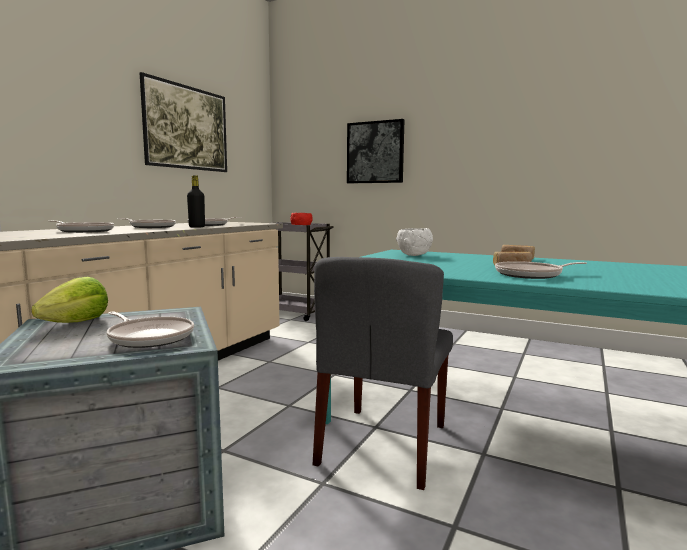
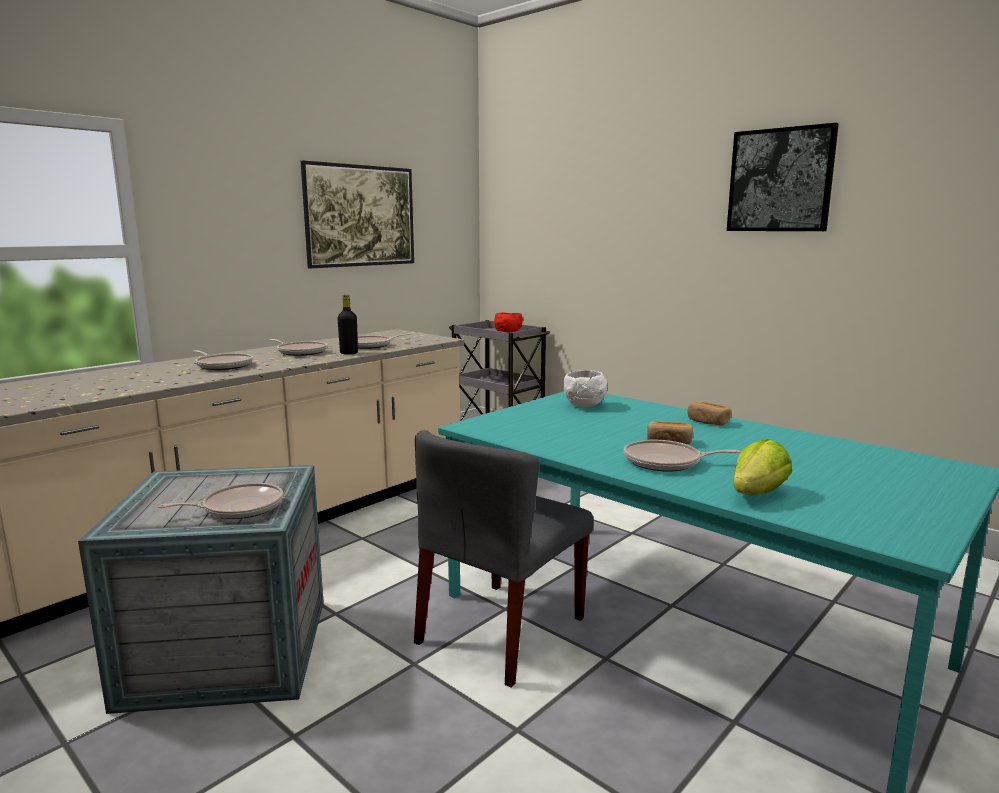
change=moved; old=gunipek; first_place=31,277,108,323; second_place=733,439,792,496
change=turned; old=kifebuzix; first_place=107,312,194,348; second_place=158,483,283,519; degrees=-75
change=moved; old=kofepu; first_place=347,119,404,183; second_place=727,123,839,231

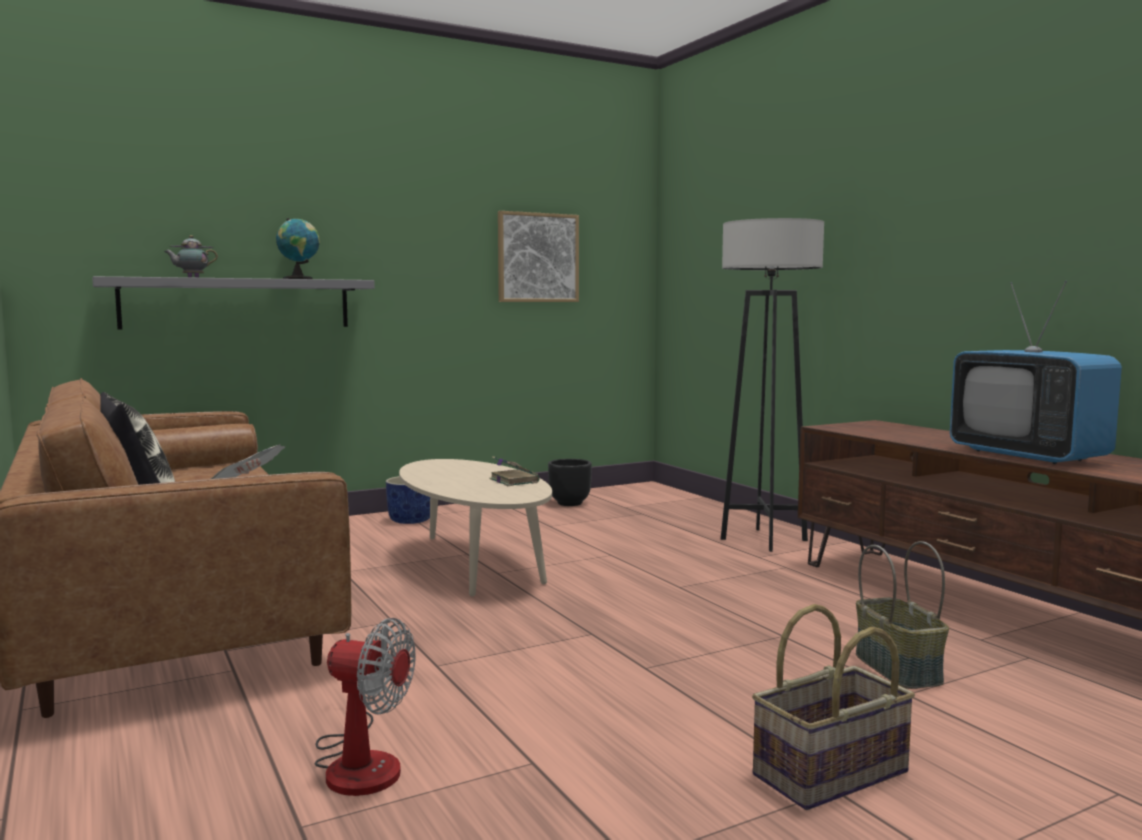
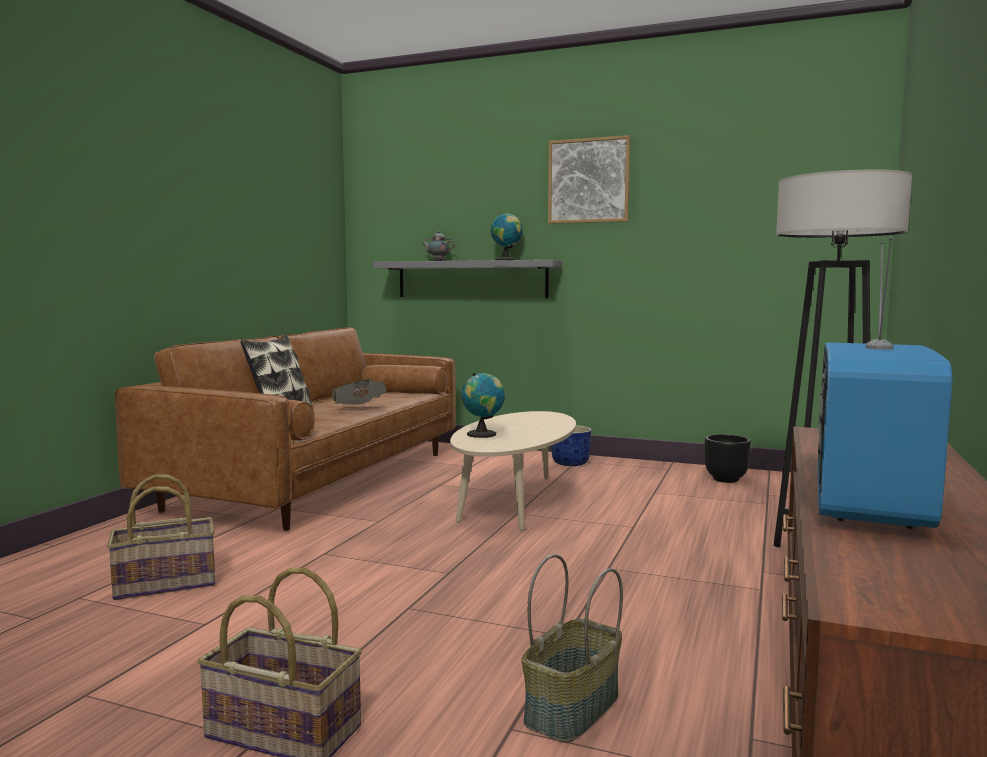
change=replaced; old=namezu; new=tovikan; first_place=315,618,415,796; second_place=107,474,215,600
change=removed; old=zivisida; first_place=489,456,540,486
change=moved; old=kofepu; first_place=498,211,579,302; second_place=548,135,631,224
change=added; new=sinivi; second_place=462,373,505,438

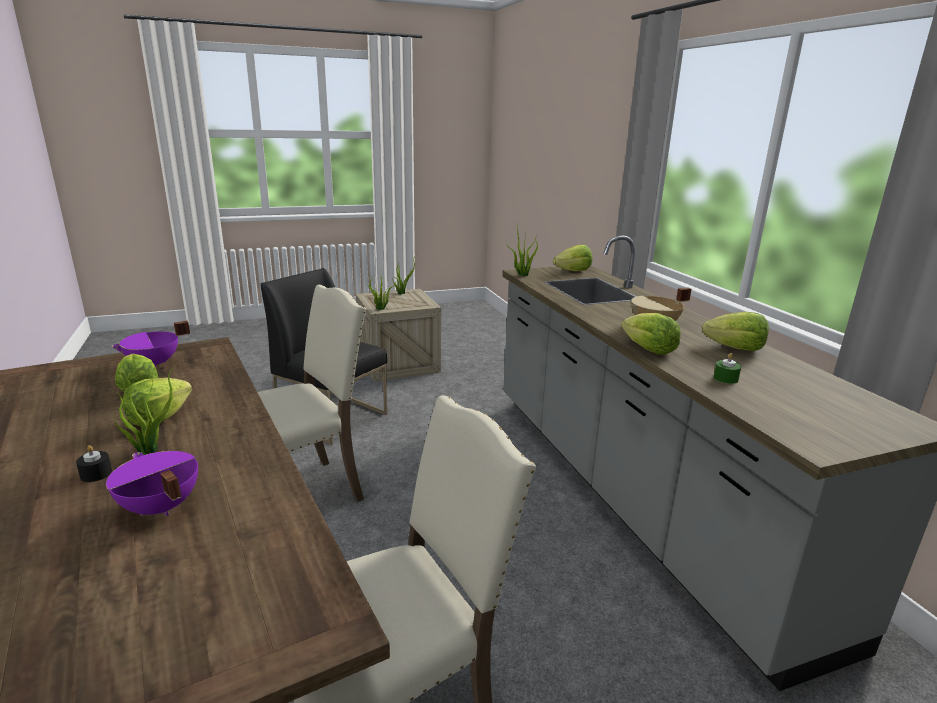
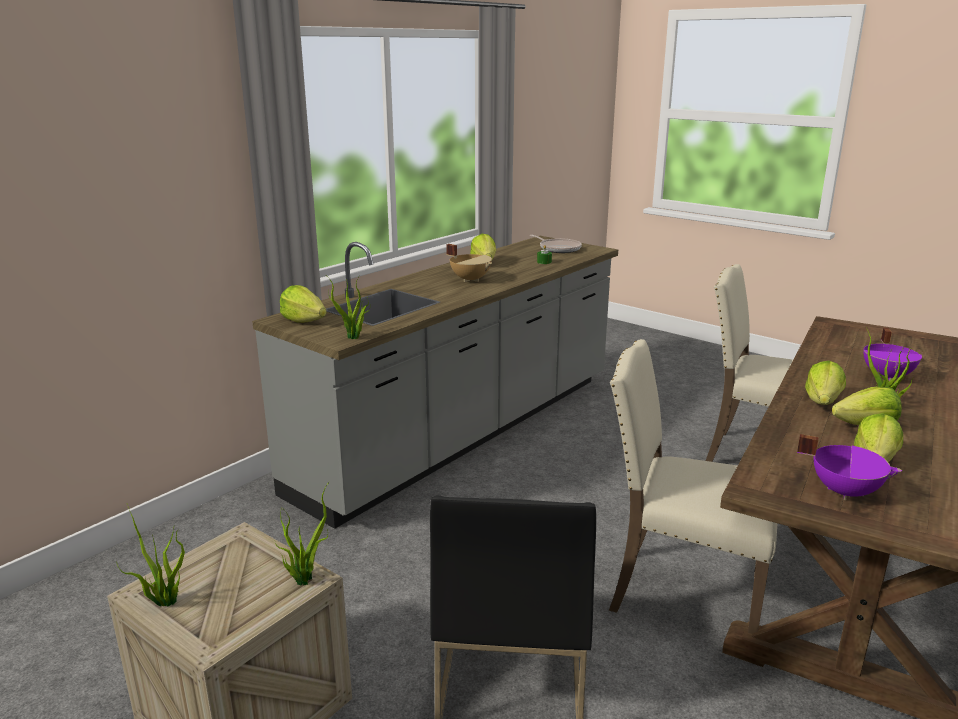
change=removed; old=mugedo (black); first_place=76,445,112,482
change=moved; old=gunipek; first_place=621,313,681,355; second_place=805,360,846,405
change=added; new=kifebuzix; second_place=530,235,582,253

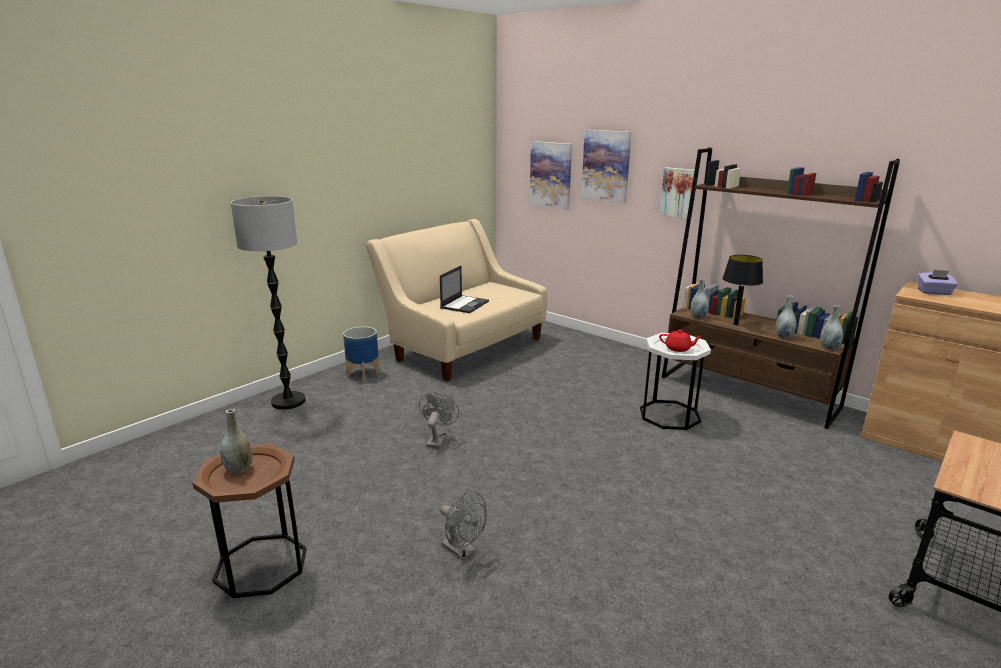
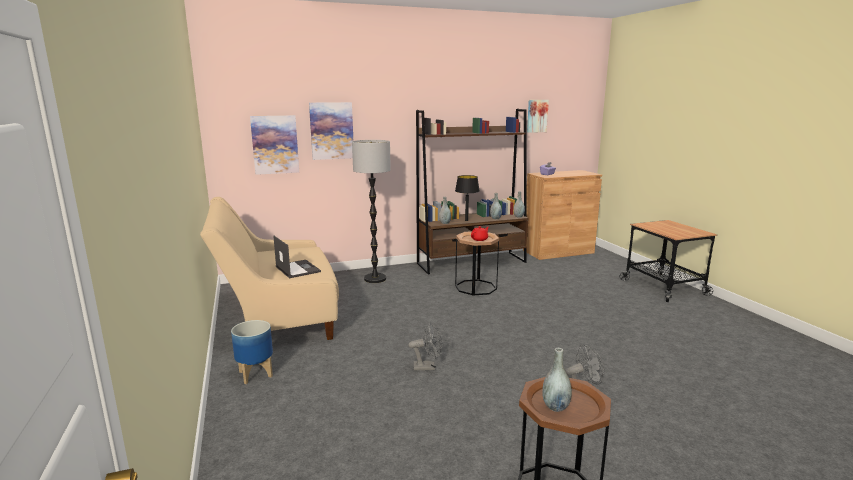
change=moved; old=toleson; first_place=231,196,305,410; second_place=352,140,391,283
change=turned; old=namezu (grey); first_place=419,392,459,449; second_place=408,322,442,370; degrees=135
change=recoloured; old=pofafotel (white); new=pofafotel (brown); first_place=640,333,711,430; second_place=455,231,499,296
change=moved; old=kofepu; first_place=659,167,695,219; second_place=527,100,549,133

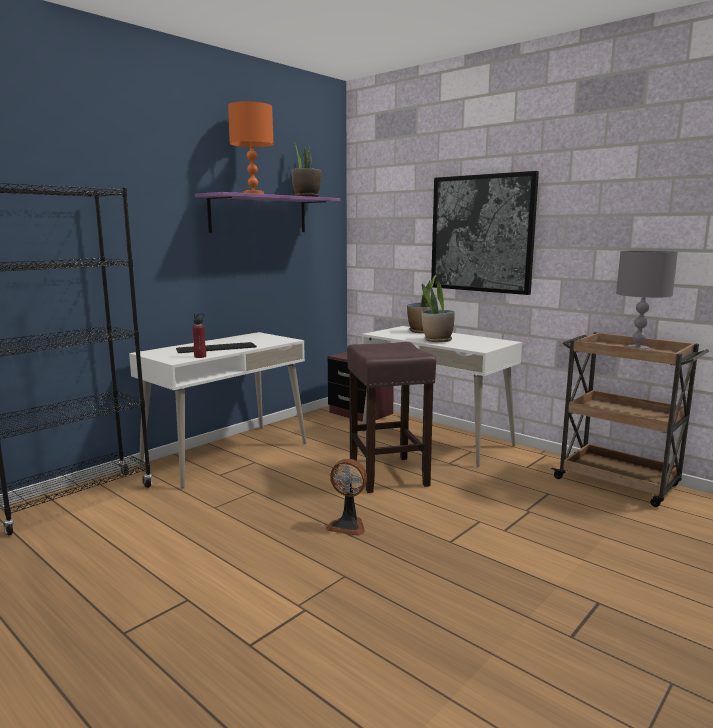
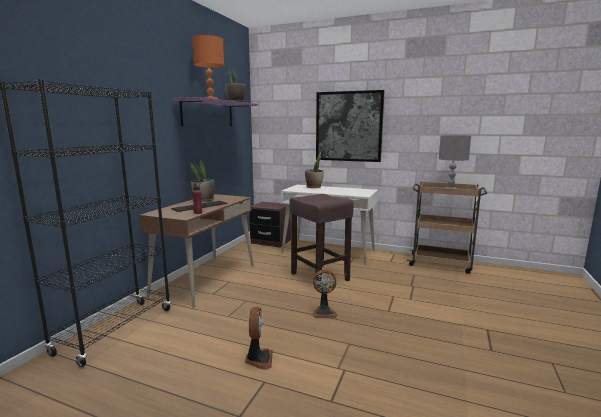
change=recoloured; old=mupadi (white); new=mupadi (brown); first_place=129,332,306,489; second_place=139,194,254,307
change=moved; old=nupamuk; first_place=421,281,455,342; second_place=189,159,215,202
change=added; new=namezu; second_place=245,307,273,370

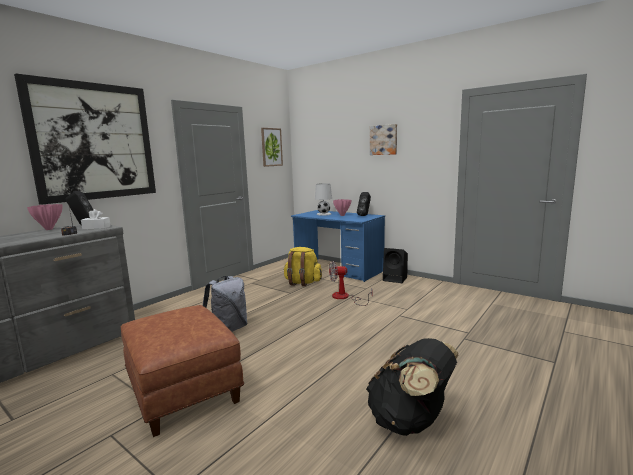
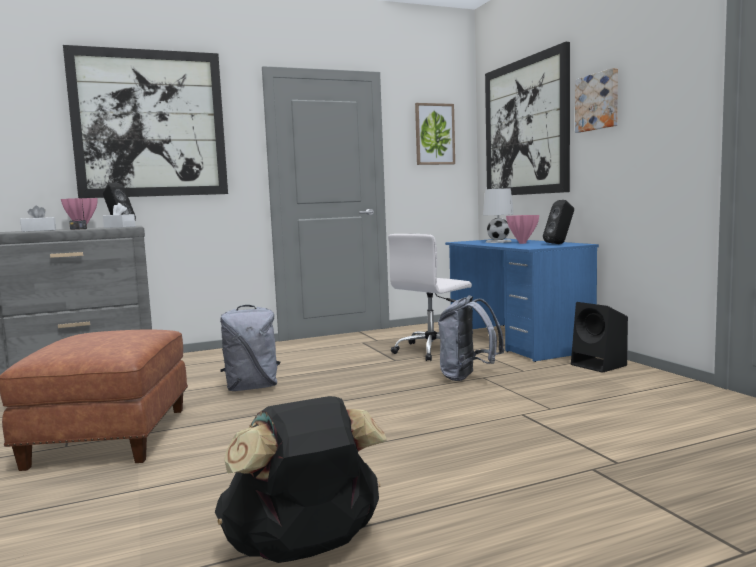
change=replaced; old=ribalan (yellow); new=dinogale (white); first_place=284,247,322,286; second_place=388,234,472,361
change=replaced; old=namezu; new=ribalan (grey); first_place=329,261,372,306; second_place=438,295,504,381
change=added; new=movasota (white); second_place=20,206,56,232
change=added; new=kofepu; second_place=485,42,570,195

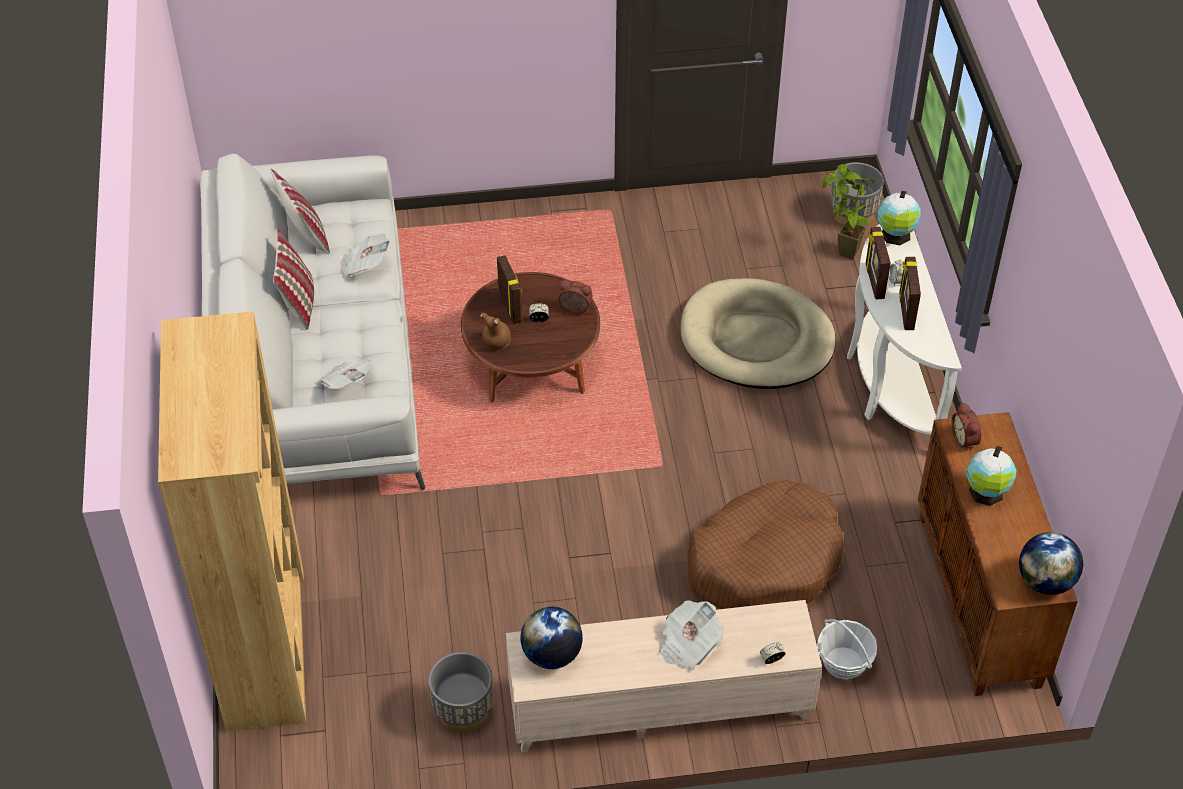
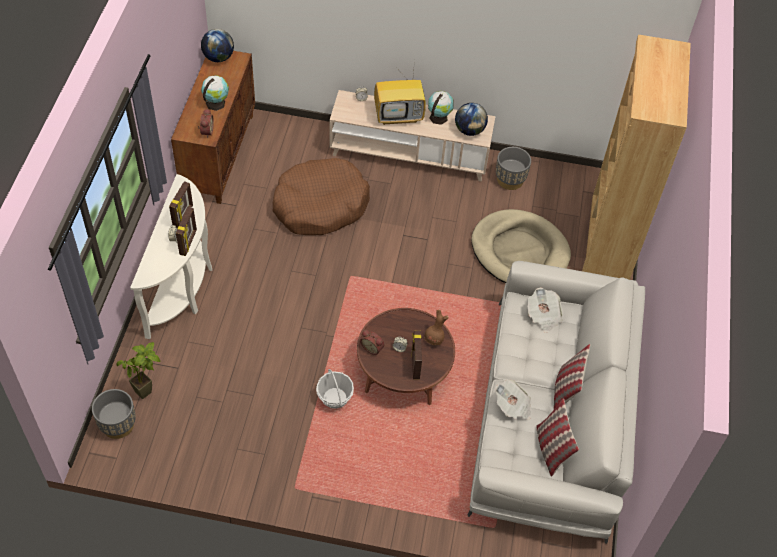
change=replaced; old=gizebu; new=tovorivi; first_place=658,600,724,670; second_place=374,61,426,125
change=moved; old=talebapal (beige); first_place=681,278,836,389; second_place=471,209,571,283
change=moved; old=tovikan; first_place=817,619,877,680; second_place=316,369,354,409
change=moved; old=sinivi; first_place=877,191,921,245; second_place=428,91,454,125

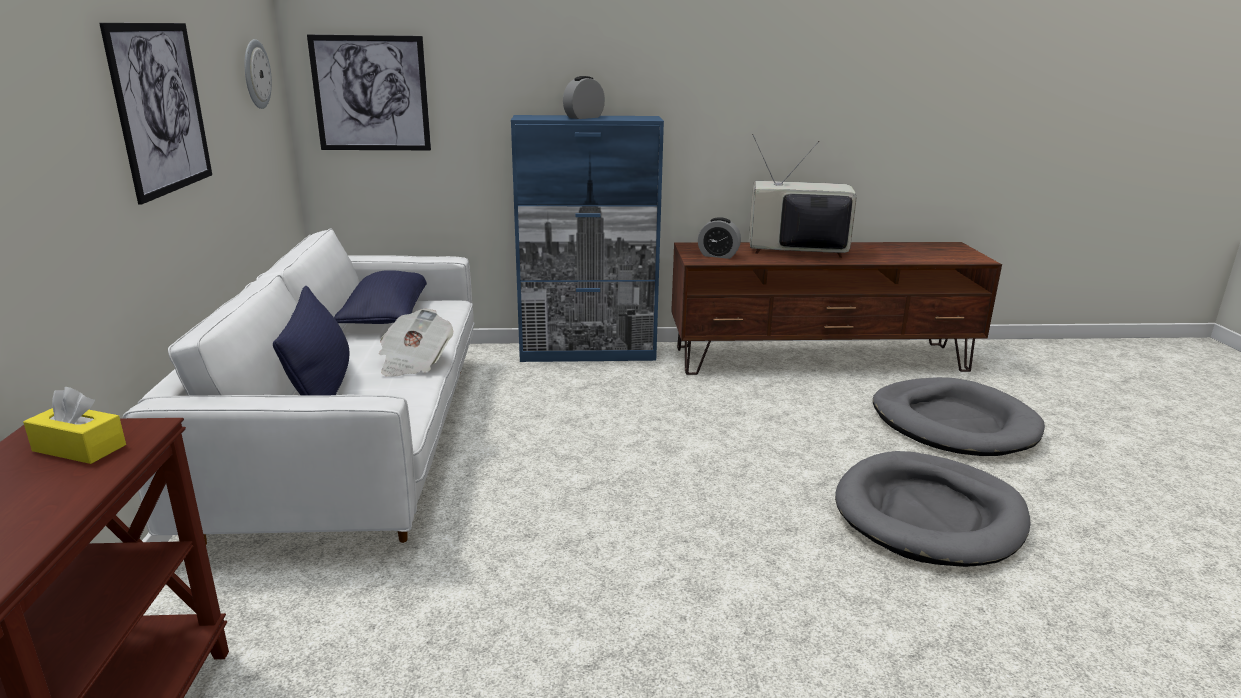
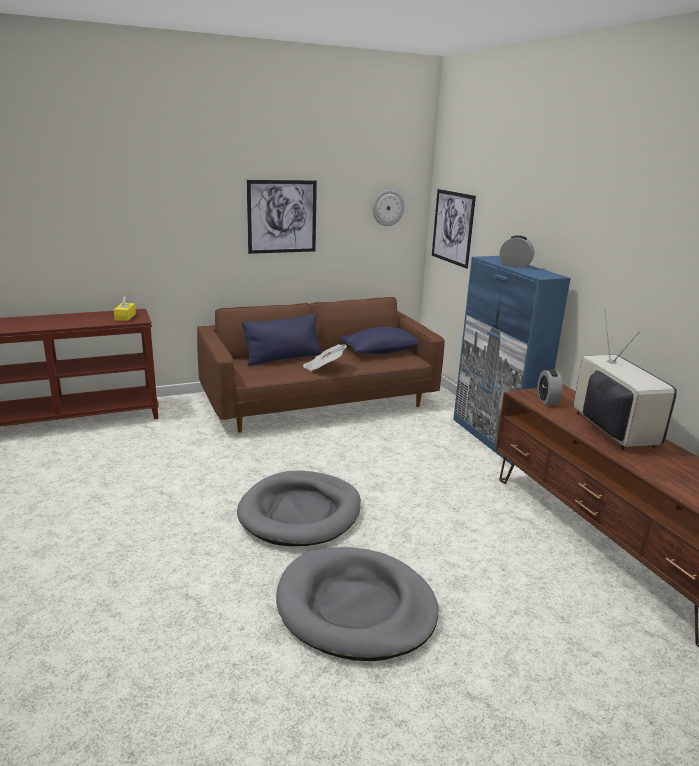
change=recoloured; old=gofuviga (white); new=gofuviga (brown); first_place=123,228,475,545; second_place=197,297,445,433
change=moved; old=talebapal (grey); first_place=873,377,1045,456; second_place=237,470,361,546

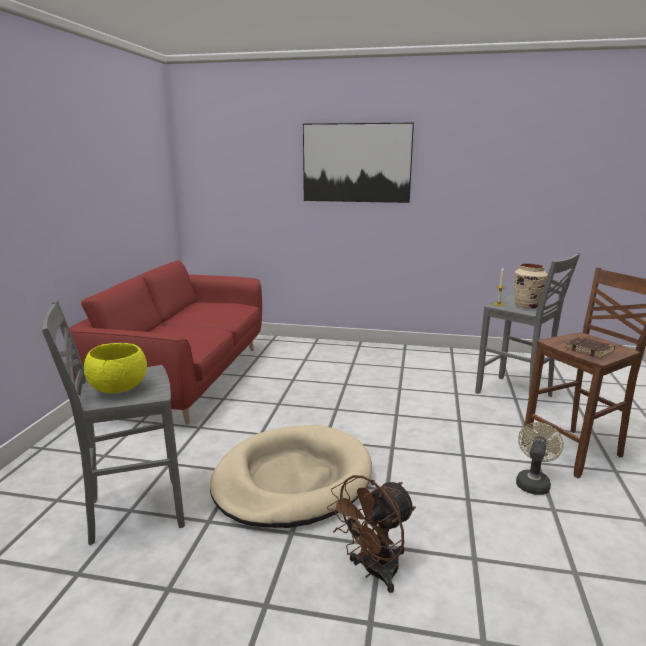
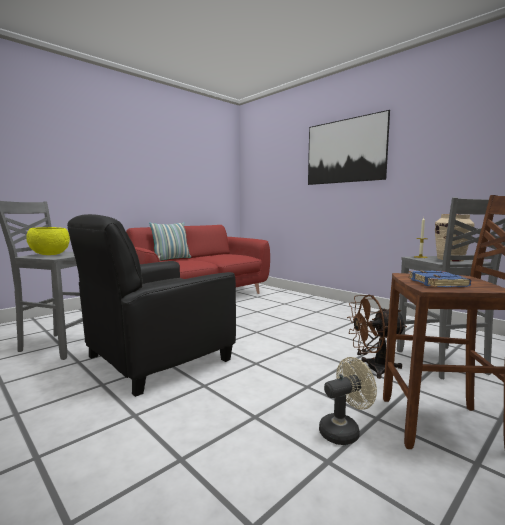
change=replaced; old=talebapal (beige); new=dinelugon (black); first_place=210,425,372,528; second_place=67,214,236,397
change=moved; old=namezu (brown); first_place=327,475,416,593; second_place=347,295,407,379
change=recoloured; old=zivisida (brown); new=zivisida (blue); first_place=565,337,615,358; second_place=408,270,471,287
change=added; new=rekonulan; second_place=149,223,191,261

